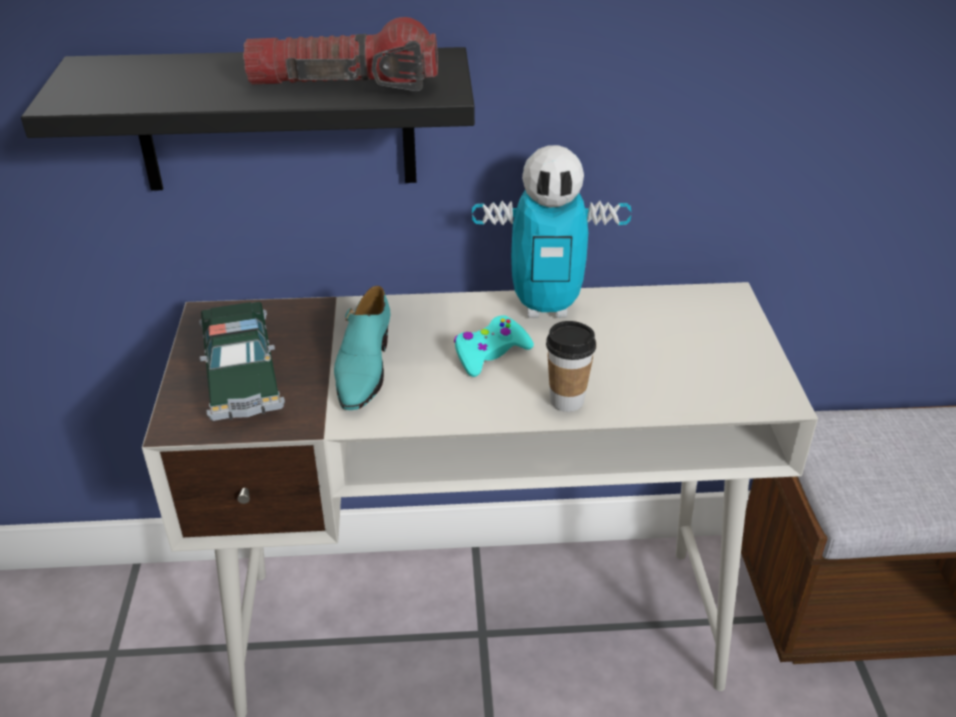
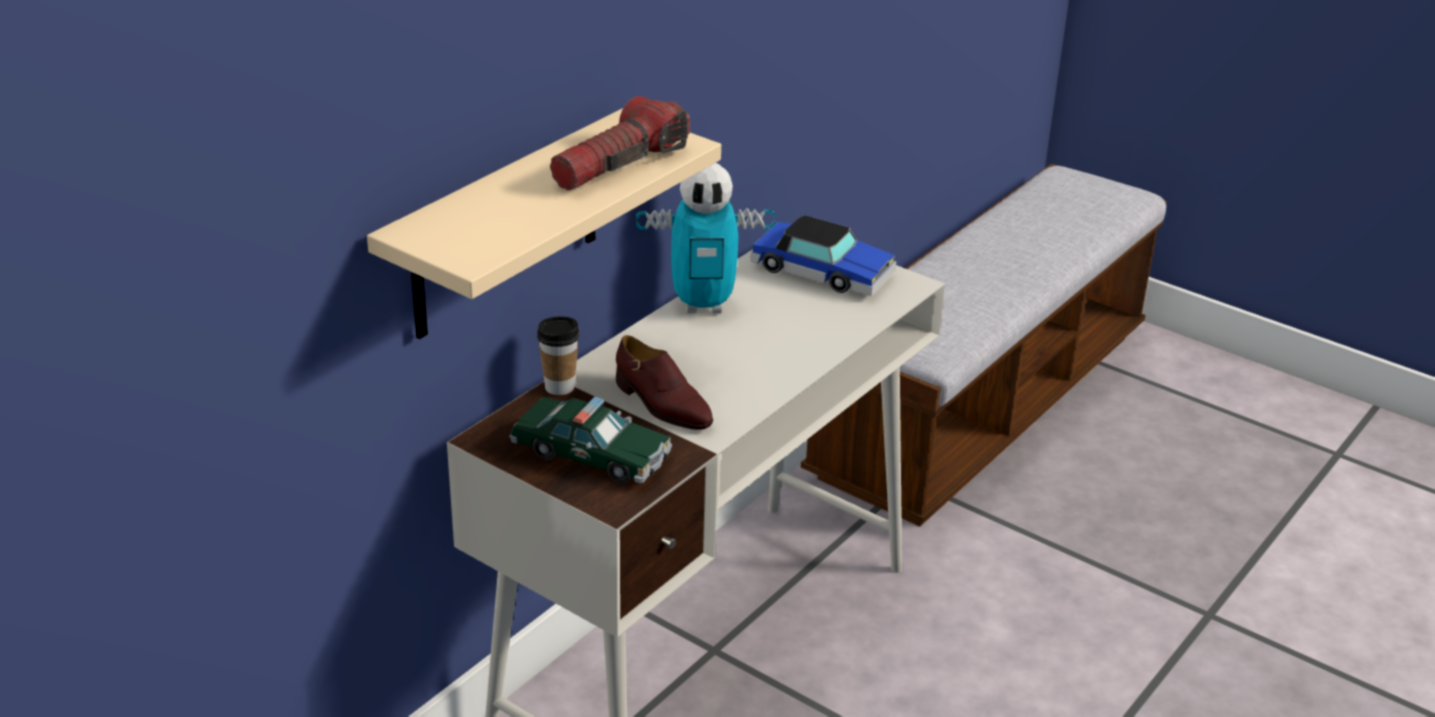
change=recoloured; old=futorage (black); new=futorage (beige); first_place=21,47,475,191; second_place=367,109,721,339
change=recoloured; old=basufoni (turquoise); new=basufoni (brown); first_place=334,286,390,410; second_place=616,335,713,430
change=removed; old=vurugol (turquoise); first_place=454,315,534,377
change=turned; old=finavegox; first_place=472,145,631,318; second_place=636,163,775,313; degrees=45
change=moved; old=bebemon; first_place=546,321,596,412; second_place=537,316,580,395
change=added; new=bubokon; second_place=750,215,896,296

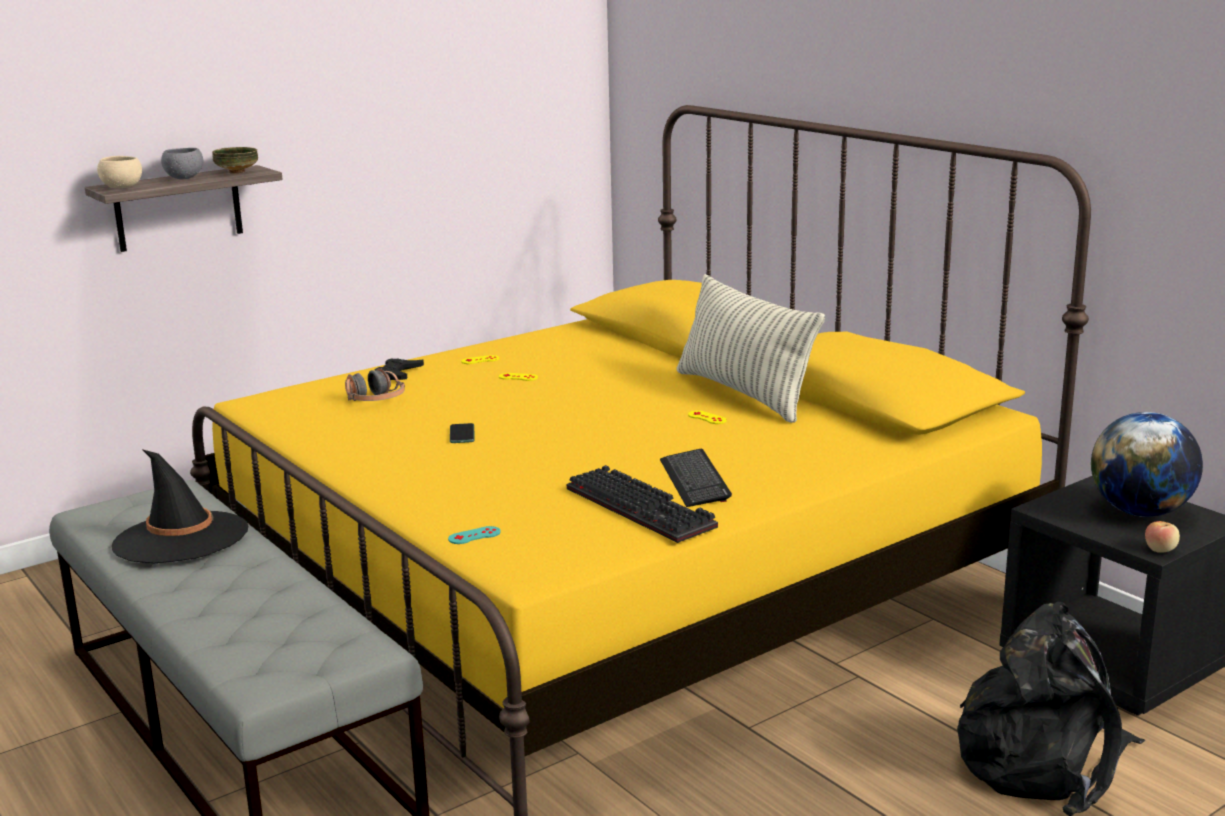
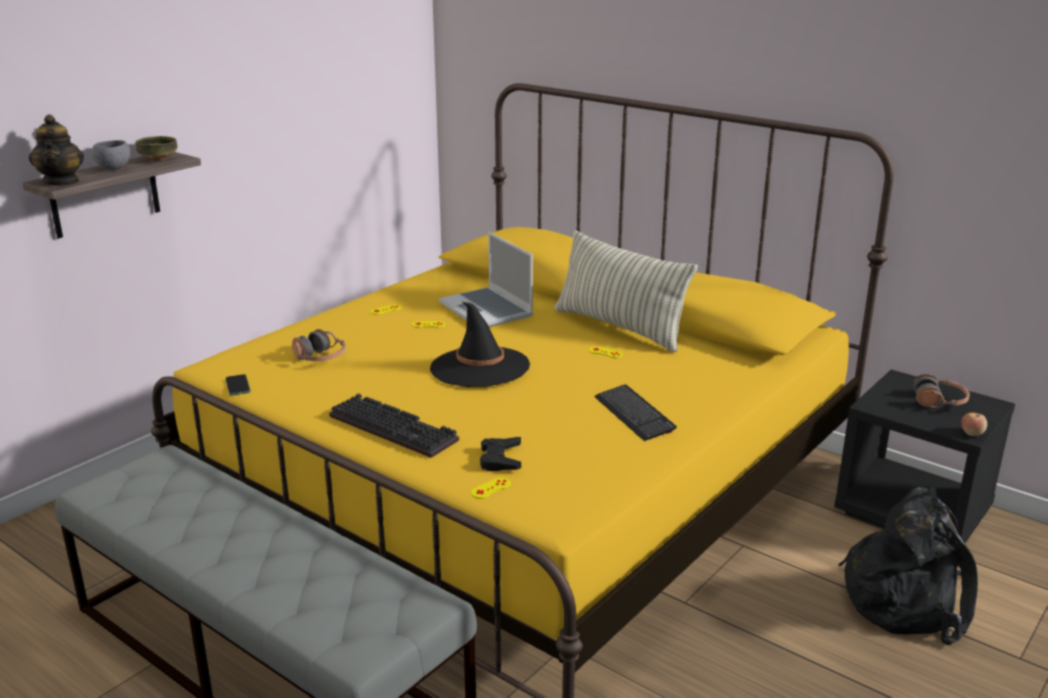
change=replaced; old=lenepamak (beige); new=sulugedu; first_place=97,156,142,189; second_place=28,114,84,186
change=moved; old=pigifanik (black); first_place=112,449,249,563; second_place=430,301,530,387
change=moved; old=vurugol (black); first_place=375,358,424,380; second_place=480,437,521,471
change=recoloured; old=vurugol (turquoise); new=vurugol (yellow); first_place=448,526,501,544; second_place=471,477,511,499
change=moved; old=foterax; first_place=450,423,475,443; second_place=225,374,250,396
change=moved; old=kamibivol; first_place=567,465,718,543; second_place=329,393,459,458
change=replaced; old=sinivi; new=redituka; first_place=1091,412,1203,517; second_place=912,374,970,408
change=added; new=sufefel; second_place=439,232,533,327

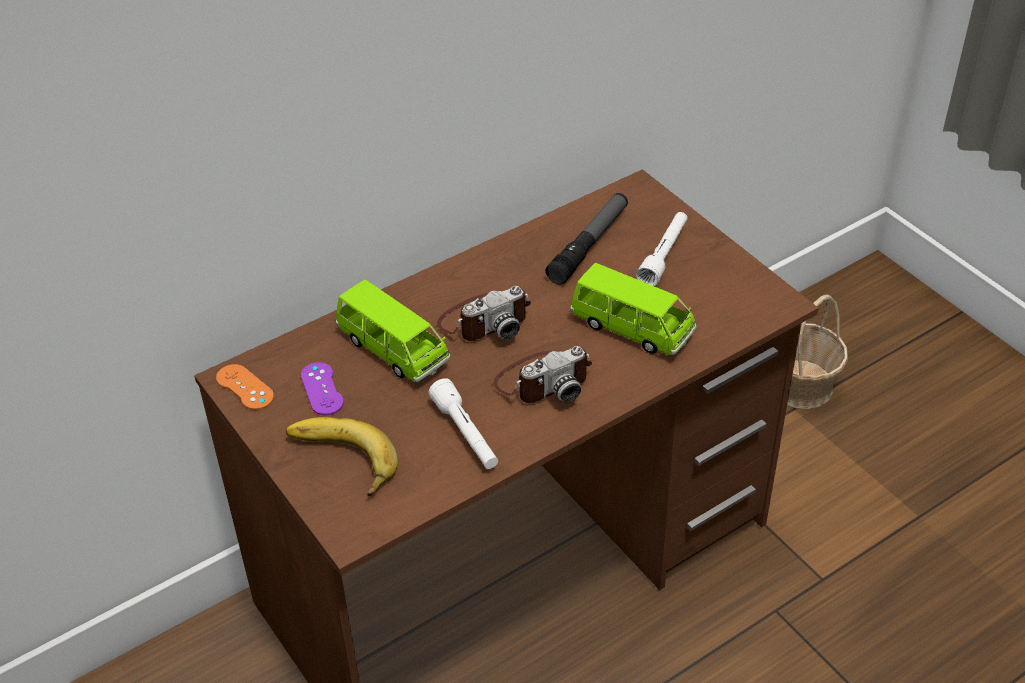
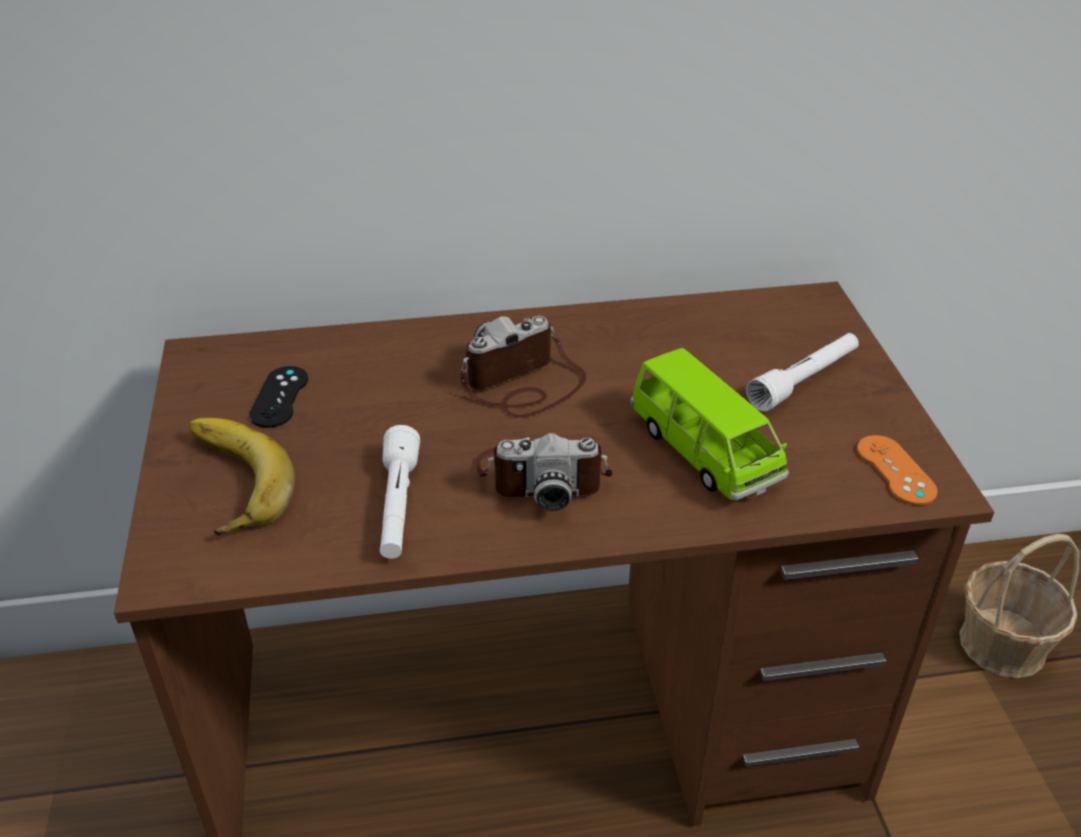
change=moved; old=vurugol (orange); first_place=216,364,274,410; second_place=857,435,938,505
change=recoloured; old=vurugol (purple); new=vurugol (black); first_place=301,362,344,415; second_place=249,366,308,428
change=removed; old=bubokon (green); first_place=335,280,451,382
change=turned; old=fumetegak; first_place=437,286,531,341; second_place=460,316,586,417; degrees=150
change=removed; old=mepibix; first_place=545,193,628,284

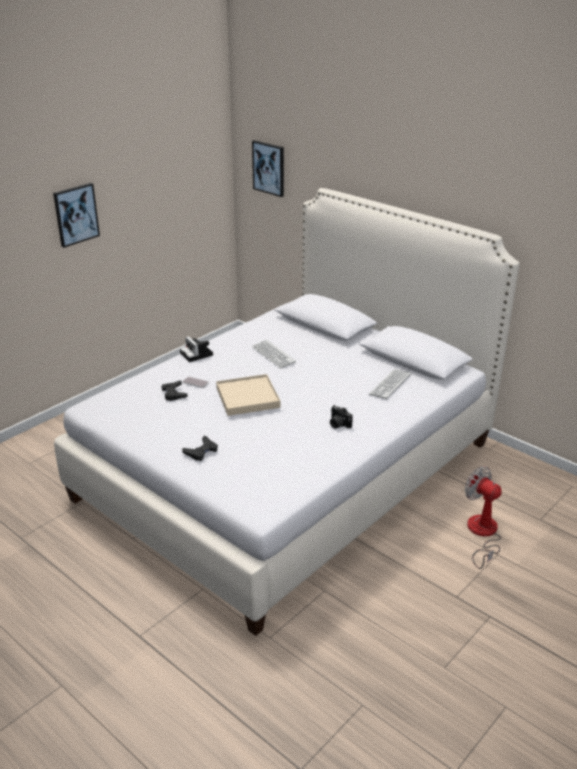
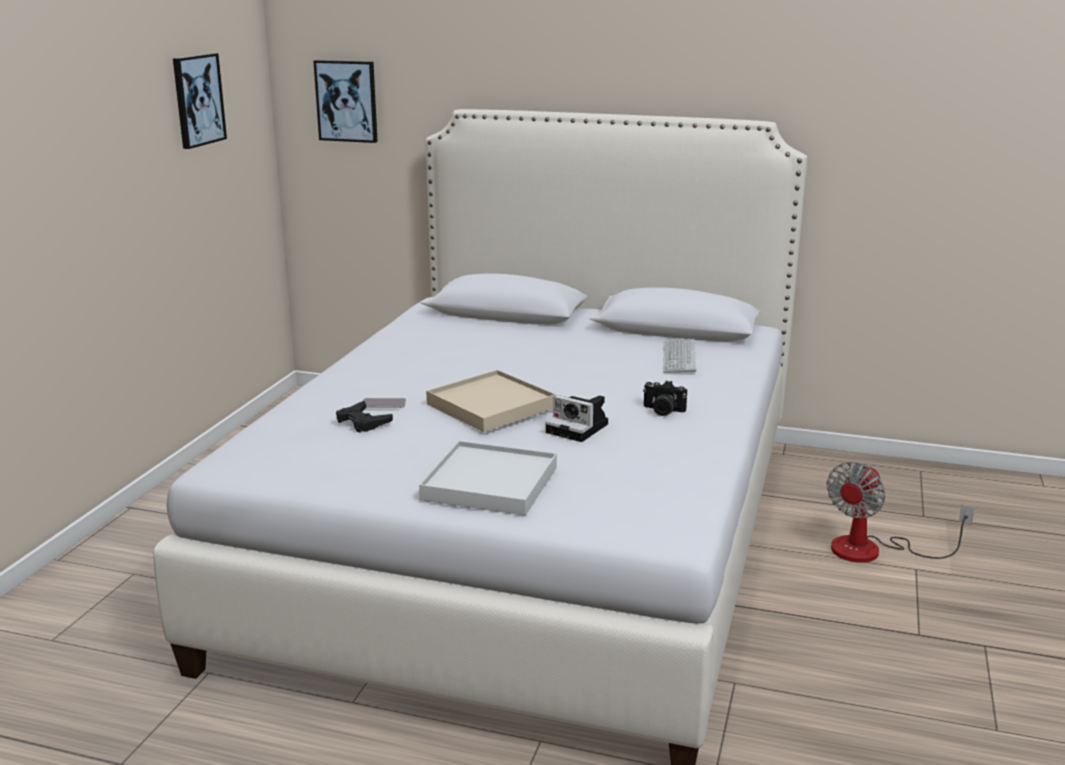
change=moved; old=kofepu; first_place=53,183,100,248; second_place=173,53,227,149
change=moved; old=fumetegak; first_place=180,336,213,362; second_place=546,395,608,442
change=replaced; old=vurugol (black); new=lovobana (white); first_place=182,436,218,461; second_place=419,441,557,516
change=removed; old=kamibivol; first_place=252,340,296,369
change=turned; old=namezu; first_place=465,466,502,569; second_place=826,462,974,563; degrees=-75

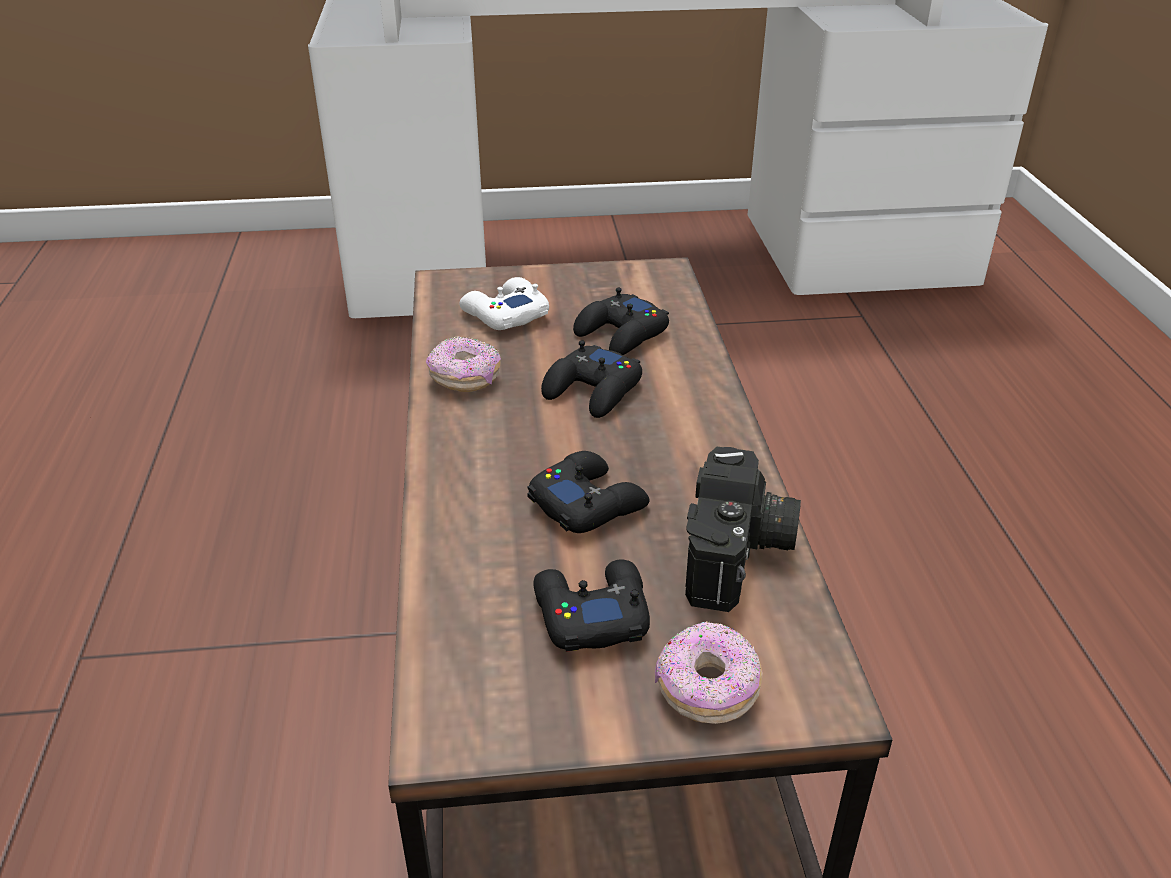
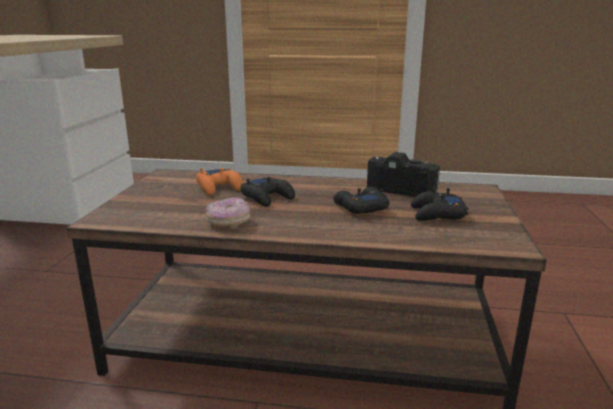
change=removed; old=vurugol (white); first_place=459,277,549,330
change=recoloured; old=vurugol (black); new=vurugol (orange); first_place=573,287,669,355; second_place=196,168,243,195
change=removed; old=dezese; first_place=655,621,763,724

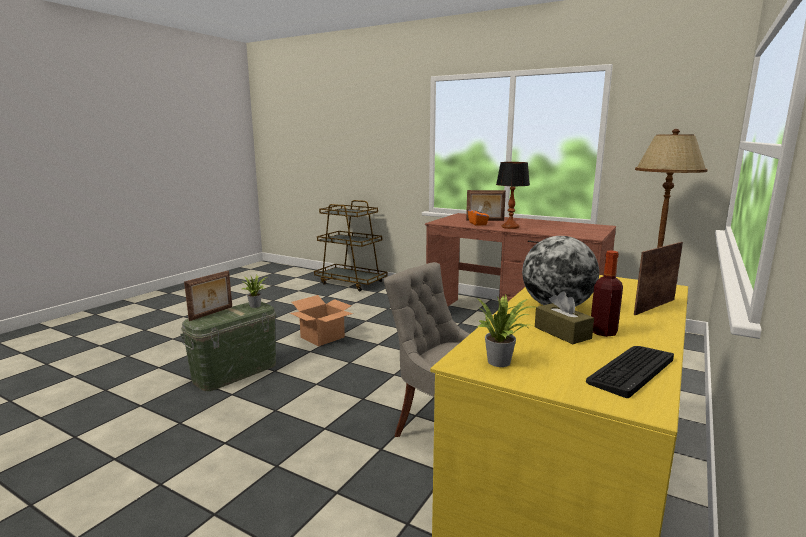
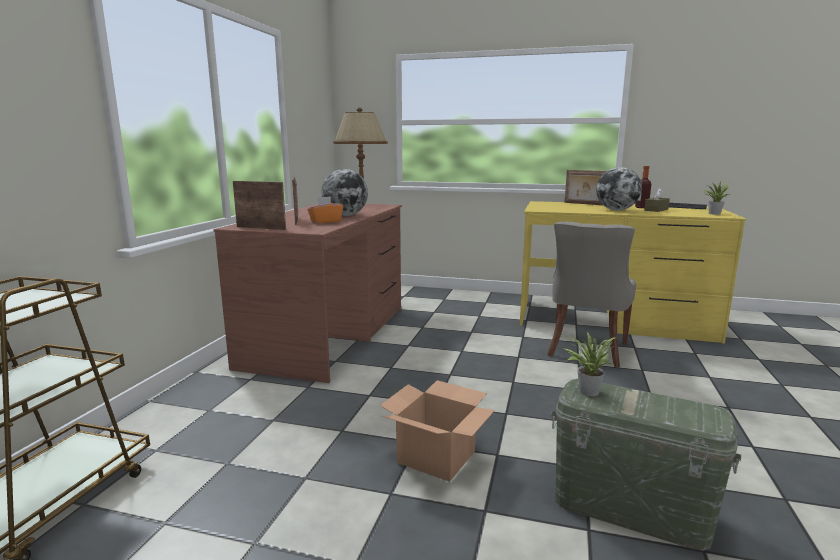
change=moved; old=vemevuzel; first_place=184,270,232,321; second_place=233,181,286,230
change=replaced; old=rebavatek; new=sinivi; first_place=496,162,530,229; second_place=321,169,368,216

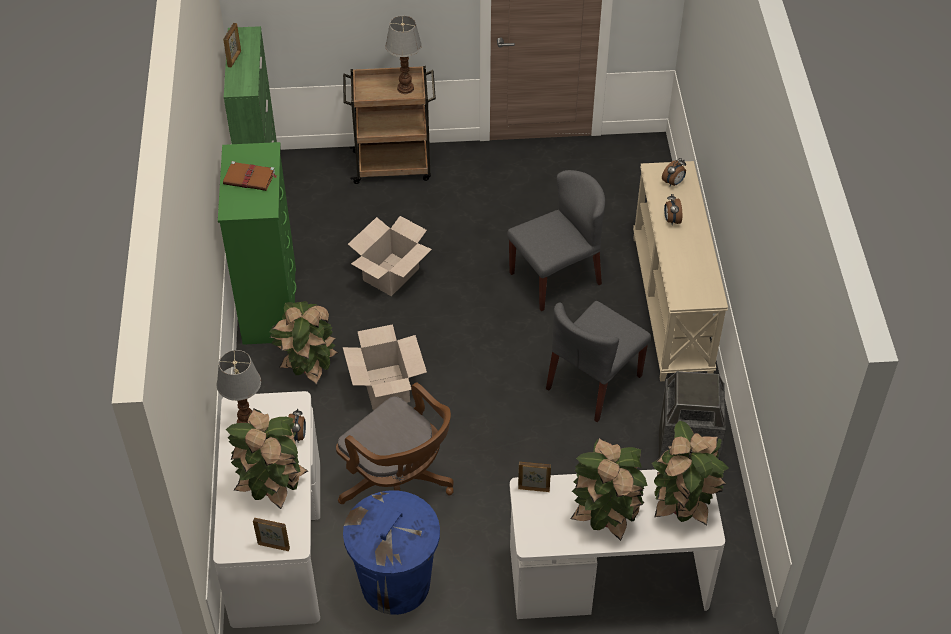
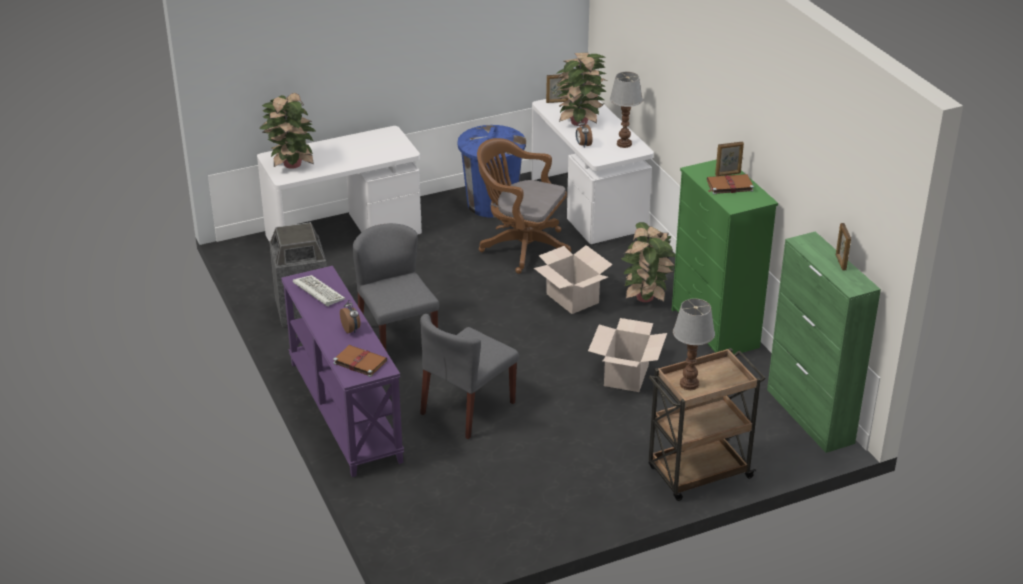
change=moved; old=vemevuzel; first_place=518,462,551,492; second_place=715,142,744,176
change=turned; old=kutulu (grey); first_place=546,301,651,422; second_place=353,223,439,350; degrees=-45
change=removed; old=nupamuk; first_place=570,437,648,541
change=recoloured; old=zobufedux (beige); new=zobufedux (purple); first_place=633,161,728,381; second_place=281,266,404,477
change=replaced; old=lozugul; new=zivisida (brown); first_place=662,158,686,186; second_place=333,345,387,377
change=added; new=kamibivol; second_place=293,275,345,306

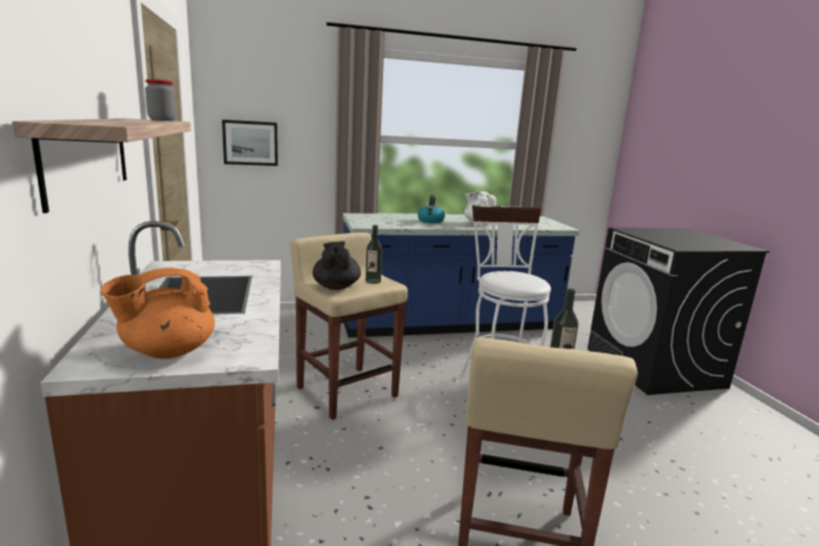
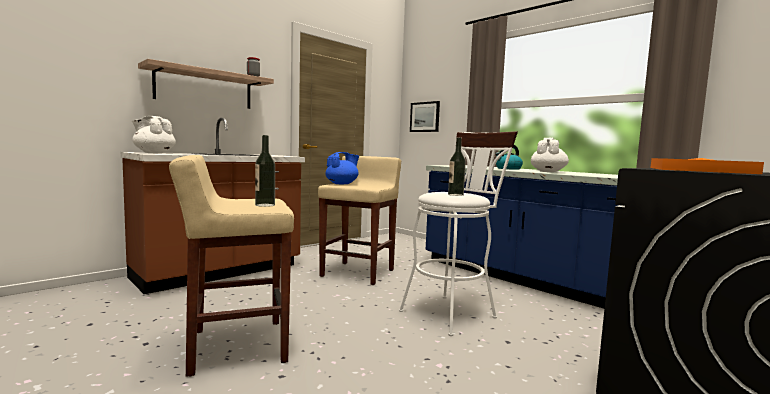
change=recoloured; old=sulugedu (orange); new=sulugedu (white); first_place=101,268,215,359; second_place=132,116,176,153
change=recoloured; old=sulugedu (black); new=sulugedu (blue); first_place=313,241,361,290; second_place=325,152,359,184
change=moved; old=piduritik; first_place=365,225,382,284; second_place=448,138,466,196
change=added; new=lovobana (orange); second_place=651,158,764,174

